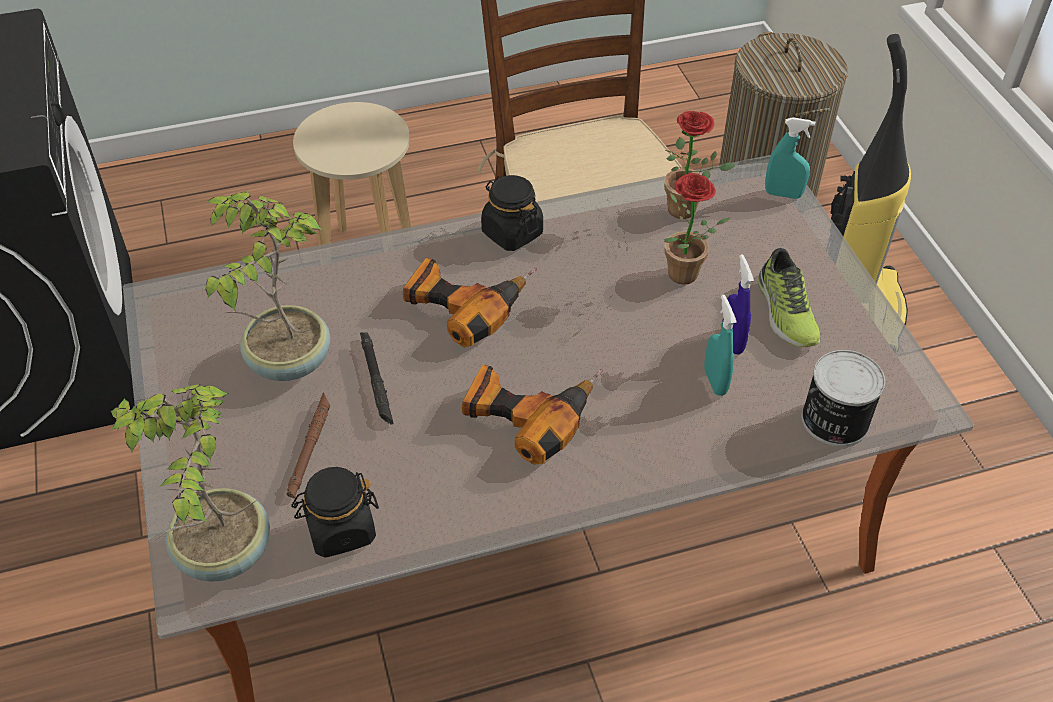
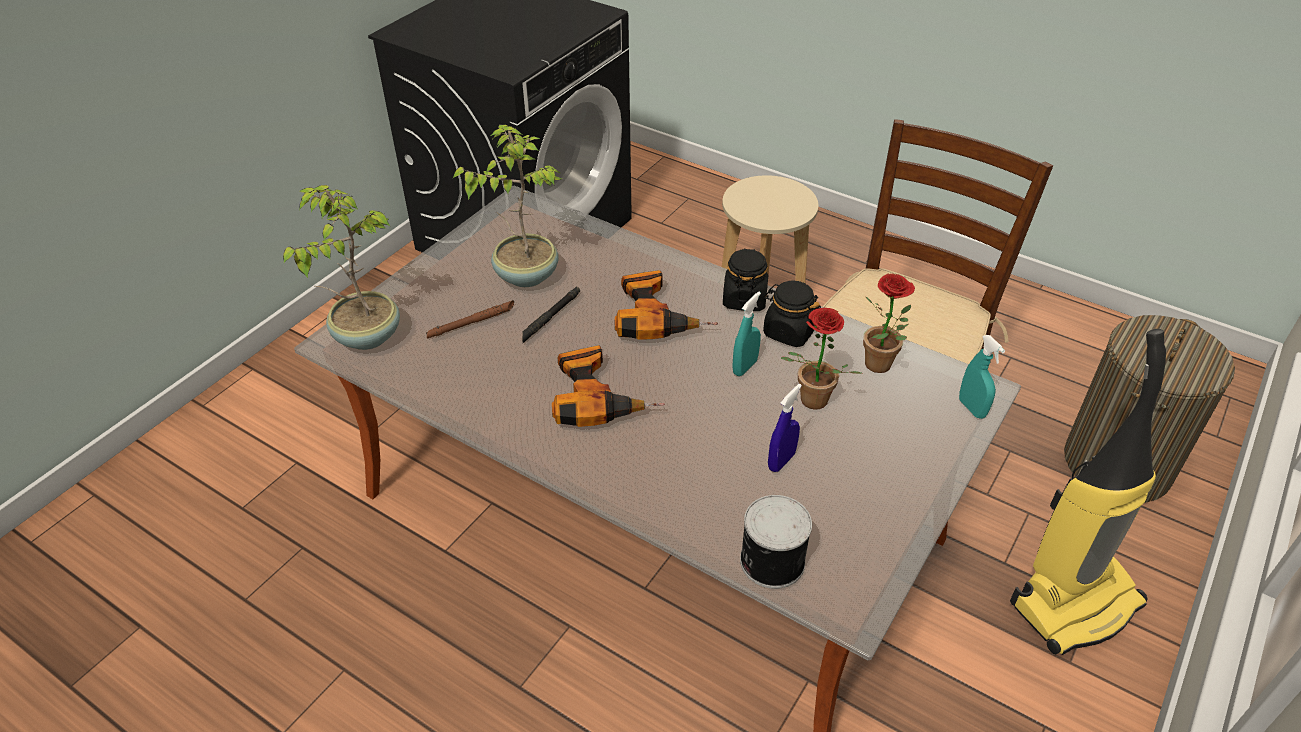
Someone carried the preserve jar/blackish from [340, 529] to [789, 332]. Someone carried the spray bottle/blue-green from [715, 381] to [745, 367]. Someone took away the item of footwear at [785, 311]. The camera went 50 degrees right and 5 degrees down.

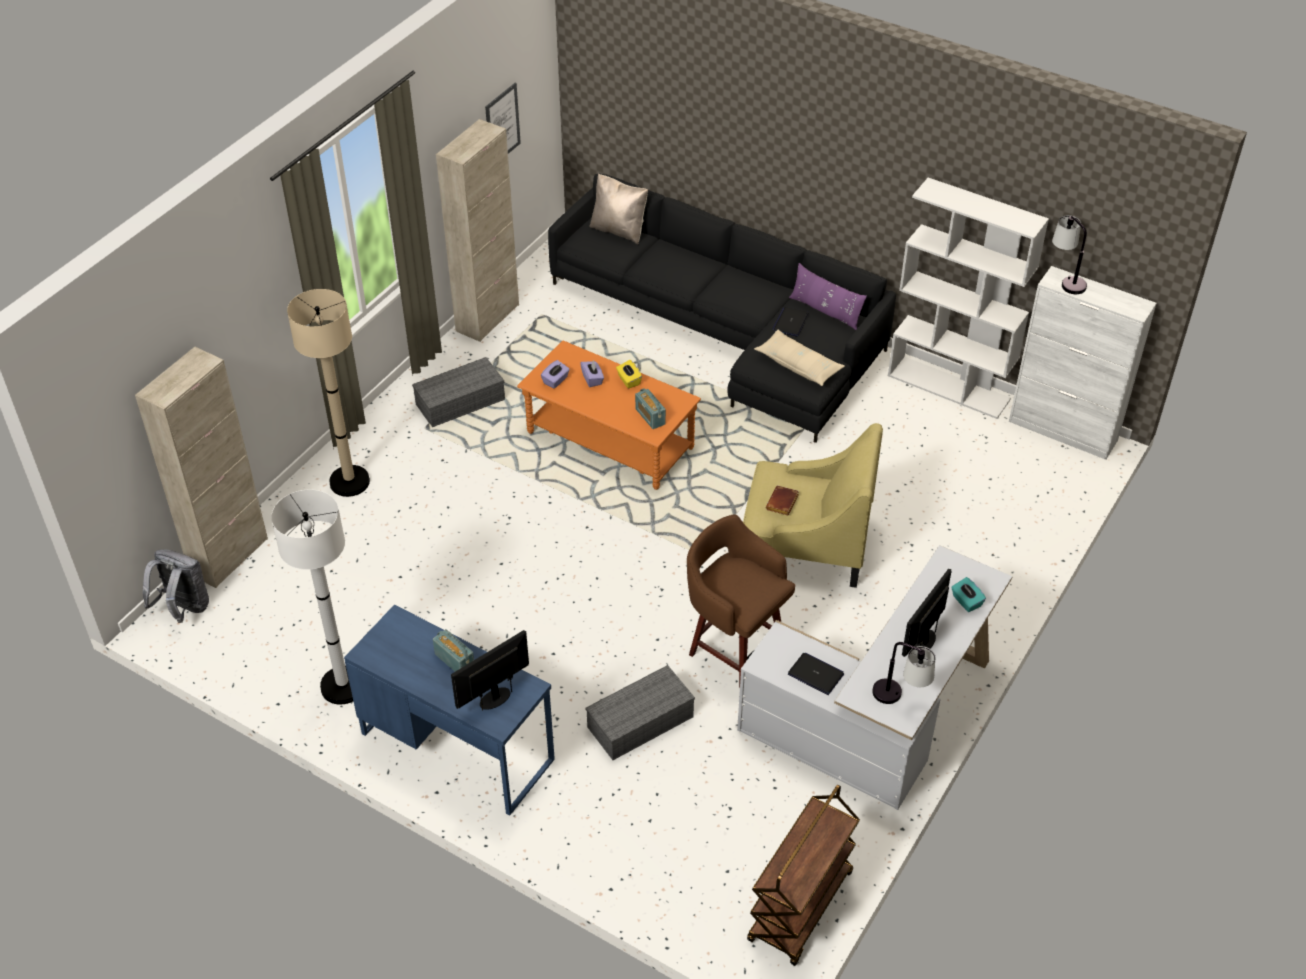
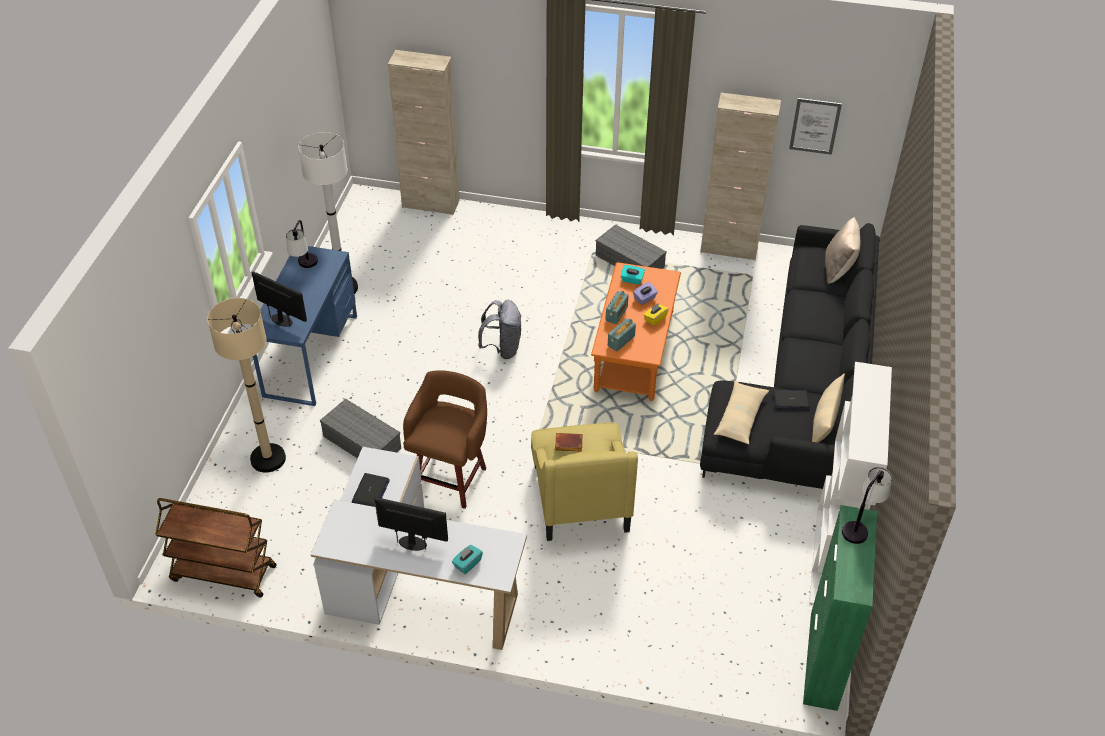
Someone carried the rucksack/gray from [184, 609] to [502, 348]. Someone carried the floor lamp/sand-coloured from [349, 482] to [268, 459]. Someone carried the radio receiver from [455, 661] to [616, 314]. Someone repainted the tissue box/purple at [555, 380], which became the tissue box/blue-green at [632, 280]. Someone repainted the cushion/purple at [825, 311], which became the cushion/sand-coloured at [824, 421]. Someone carried the lamp for a table from [900, 698] to [305, 268]. Someone repainted the cabinet/white at [1063, 431], which became the cabinet/green-coloured at [823, 661]. The camera went 70 degrees right and 0 degrees up.

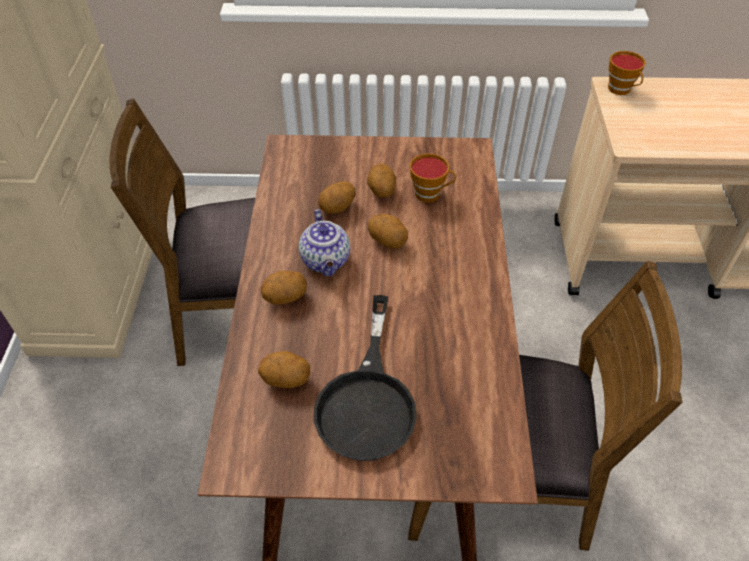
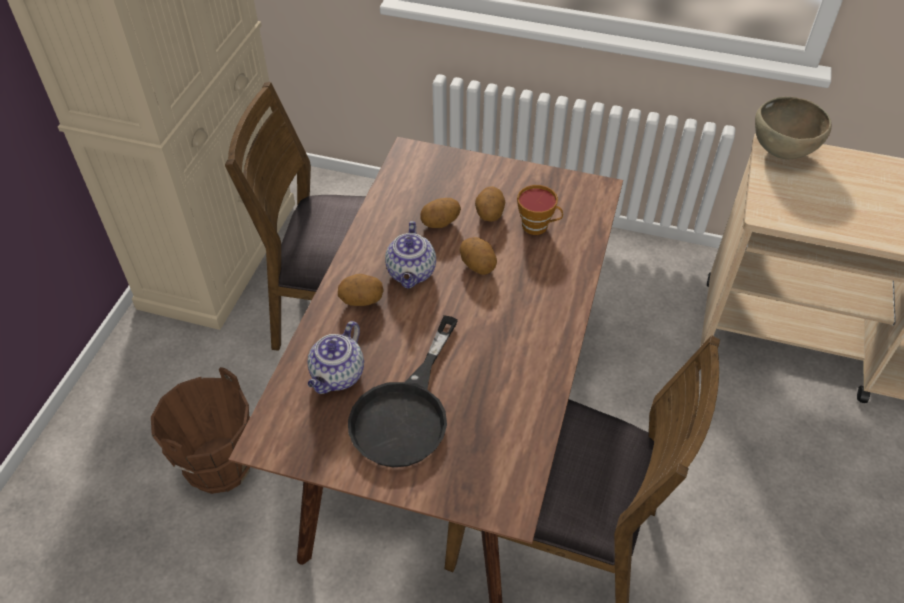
Someone swapped the spud at [286, 379] for the pot for tea at [338, 376]. Someone swapped the cup at [621, 90] for the deep dish/brownish at [782, 152]. Someone put down the water bucket/brownish at [219, 466]. The camera went 15 degrees right and 0 degrees up.

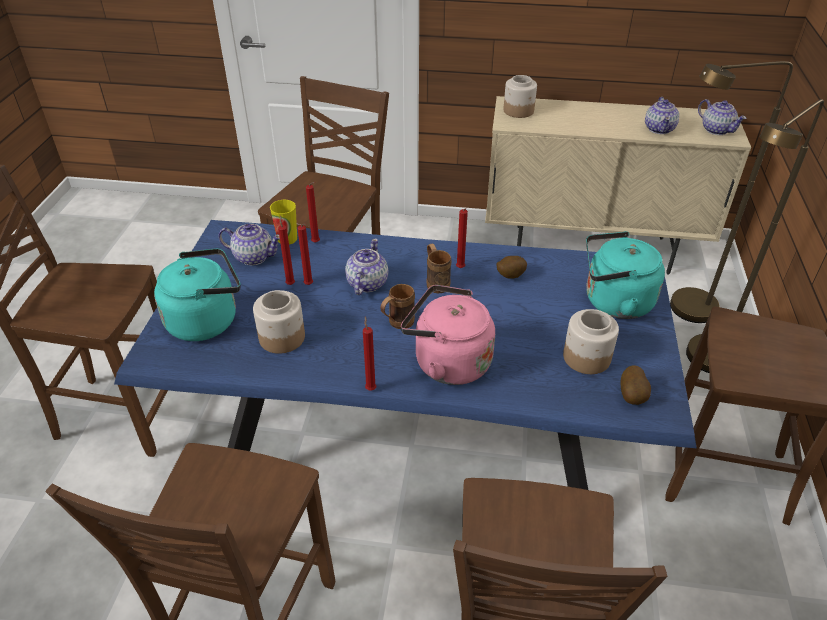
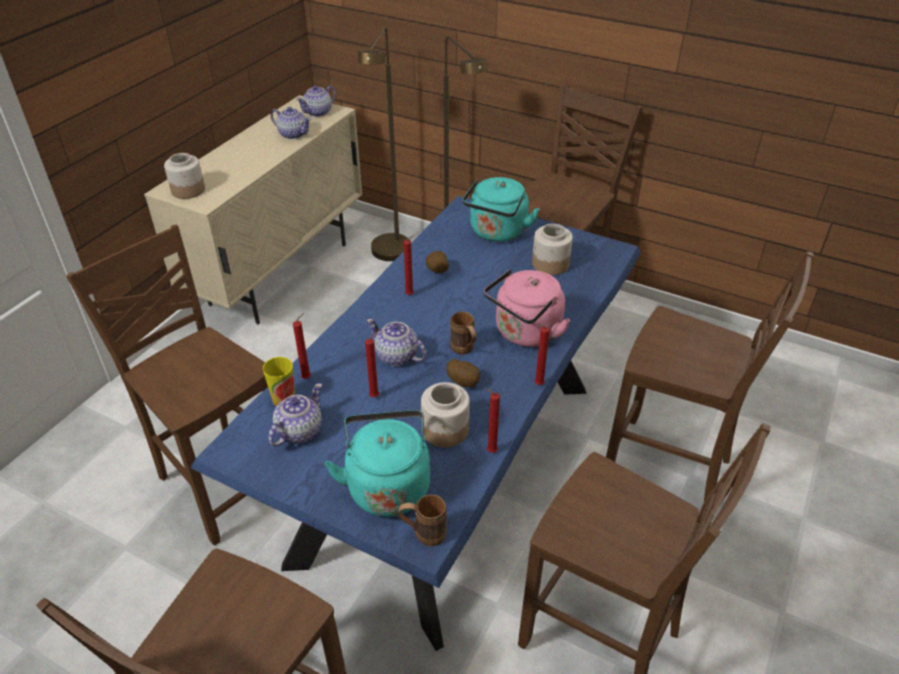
Someone carried the candle/red-coloured from [290, 283] to [490, 451]. Someone carried the mug/brownish from [436, 282] to [423, 534]. Someone carried the spud from [632, 396] to [464, 382]. Someone rotated the pot for tea at [716, 130] by 150 degrees clockwise. The camera went 70 degrees left and 0 degrees up.

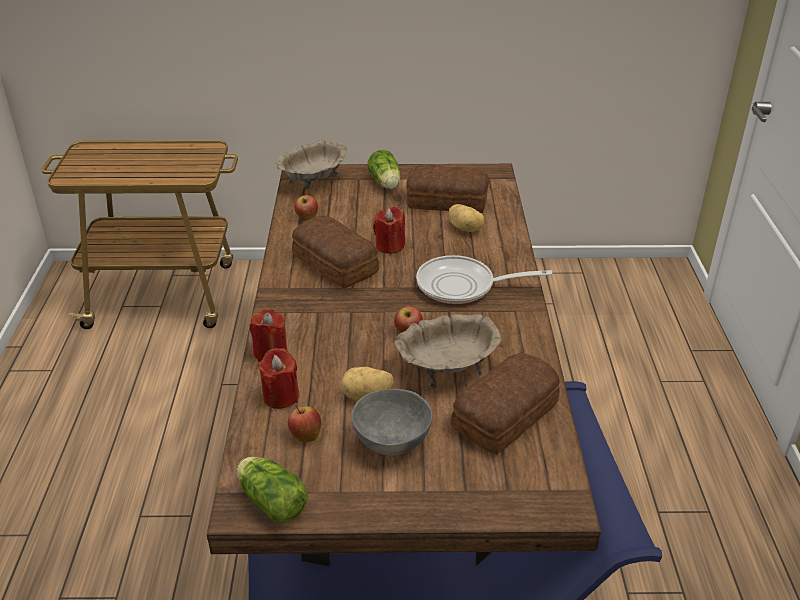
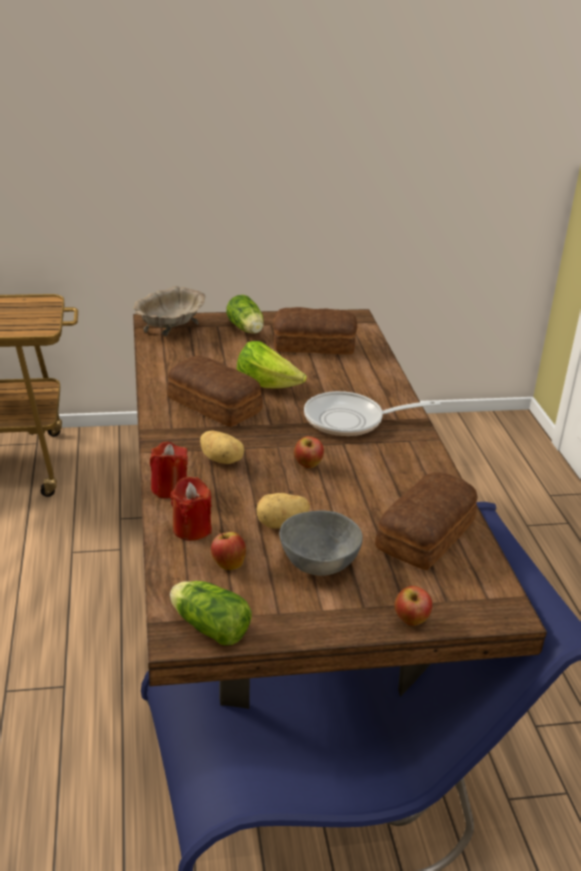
Someone carried the apple fruit from [307, 219] to [411, 621]. Someone swapped the candle/red-coloured at [390, 246] for the head of lettuce at [266, 386]. Someone took away the deep dish/sand-coloured at [447, 368]. Someone carried the spud from [466, 228] to [222, 460]. The camera went 10 degrees left and 5 degrees down.

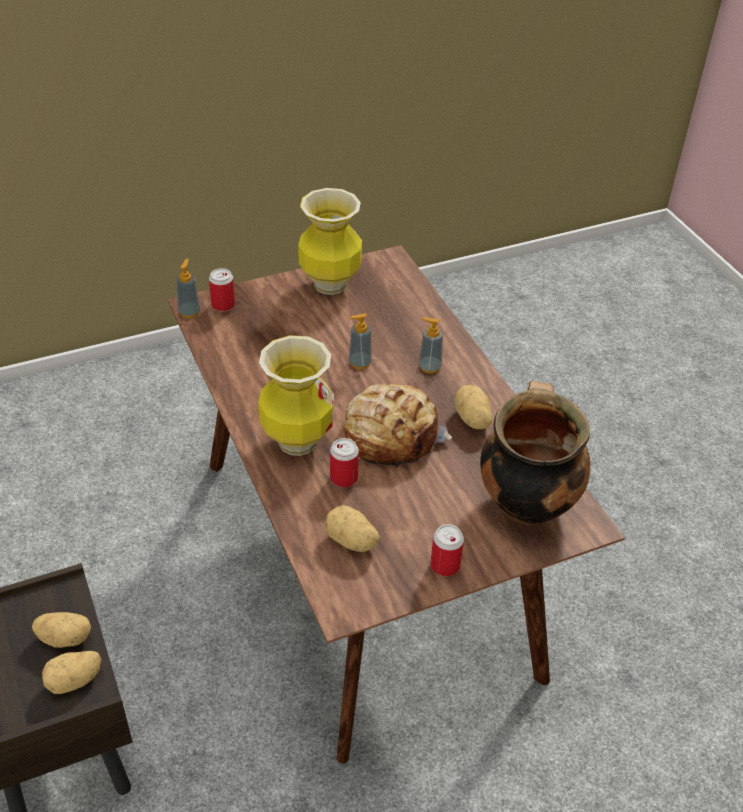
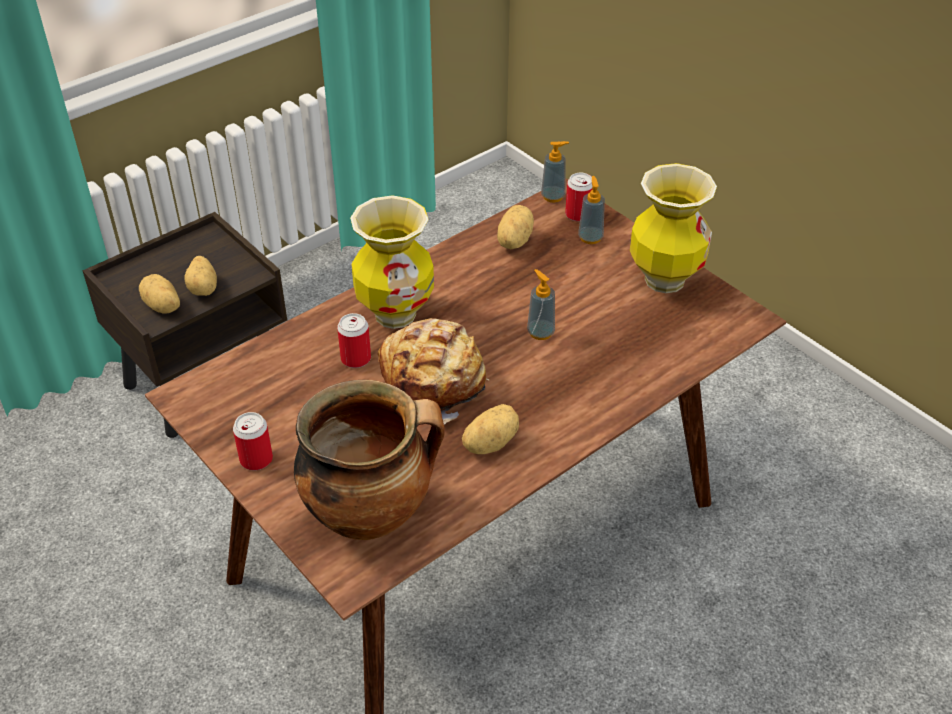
Someone carried the spud from [351, 542] to [513, 241]. Someone carried the soap dispenser from [429, 367] to [590, 237]. The camera went 75 degrees right and 0 degrees up.

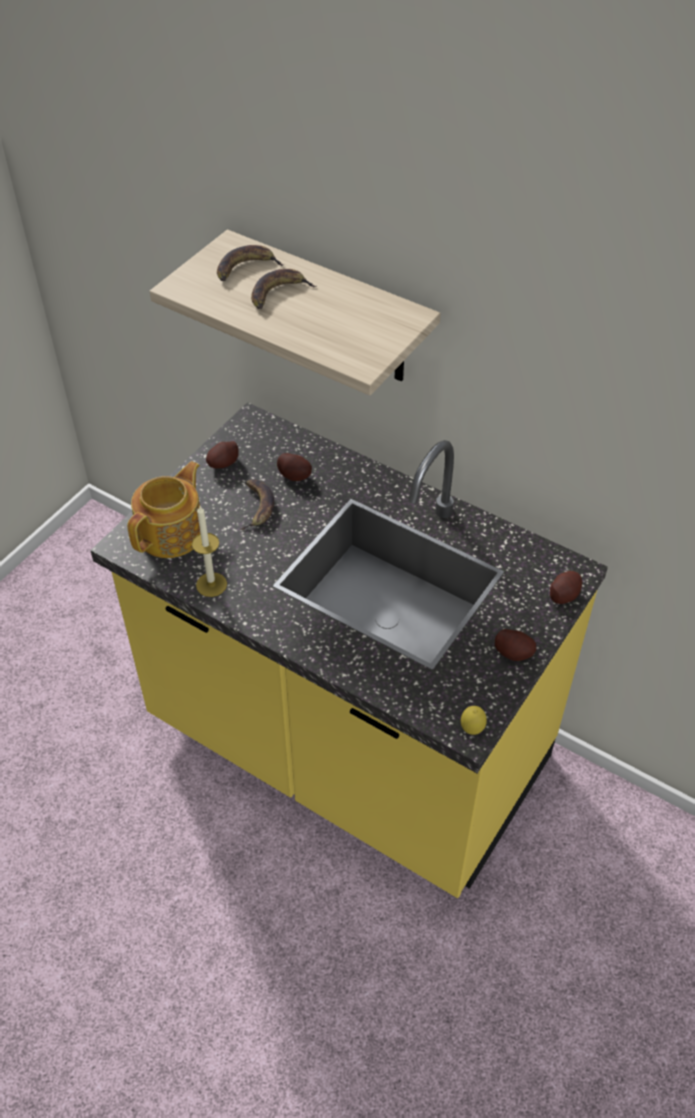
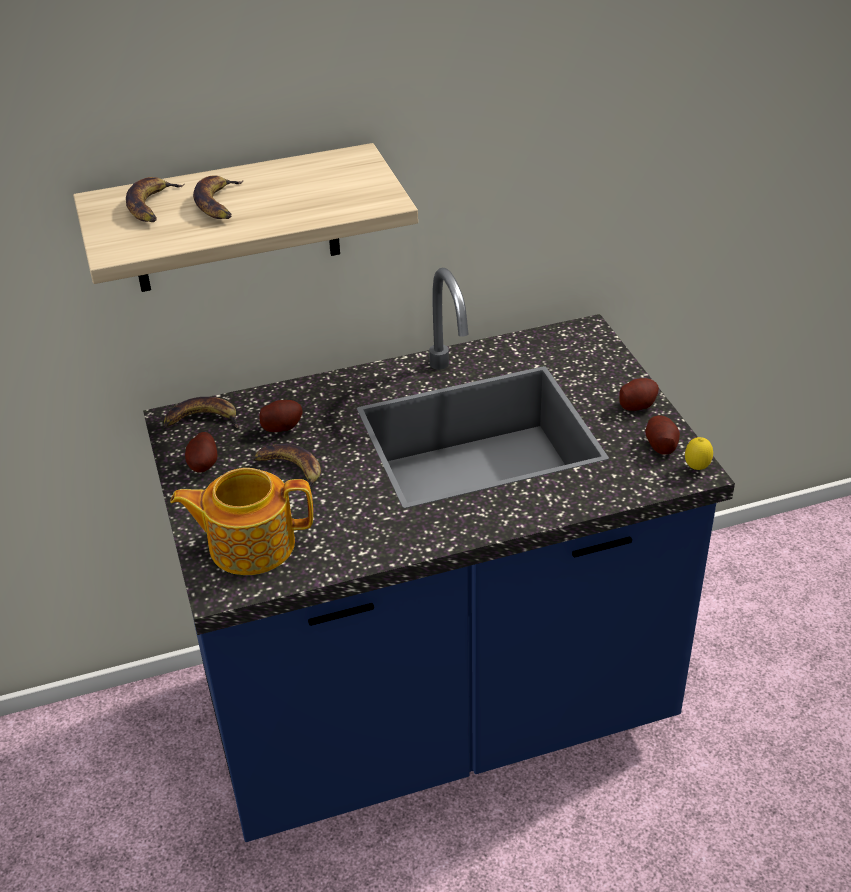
Someone repainted the counter/yellow-coloured at [347, 746], which became the counter/blue-coloured at [434, 712]. Someone rotated the pot for tea at [172, 533] by 75 degrees counterclockwise. Someone took away the candle at [211, 584]. Someone carried the spud from [564, 594] to [660, 445]. Someone put down the whole banana at [202, 420]. The camera went 50 degrees left and 10 degrees down.

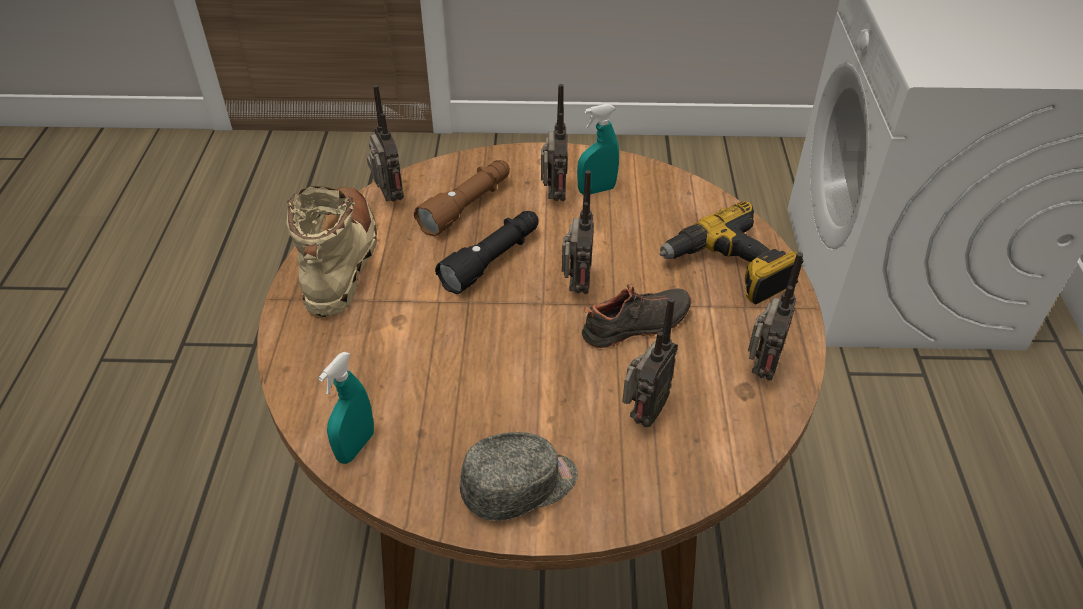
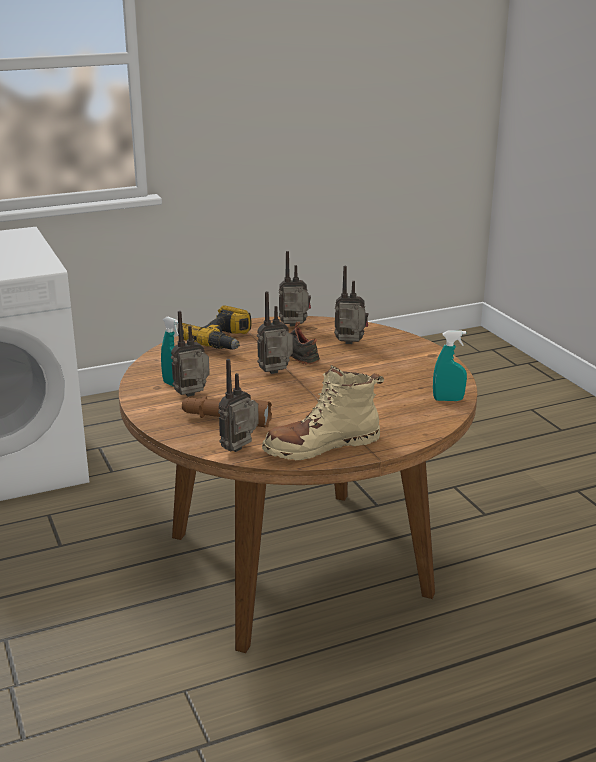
Someone took away the torch/blackish at [492, 260]. Someone took away the baseball cap/gray at [520, 486]. The camera went 115 degrees left and 20 degrees down.

